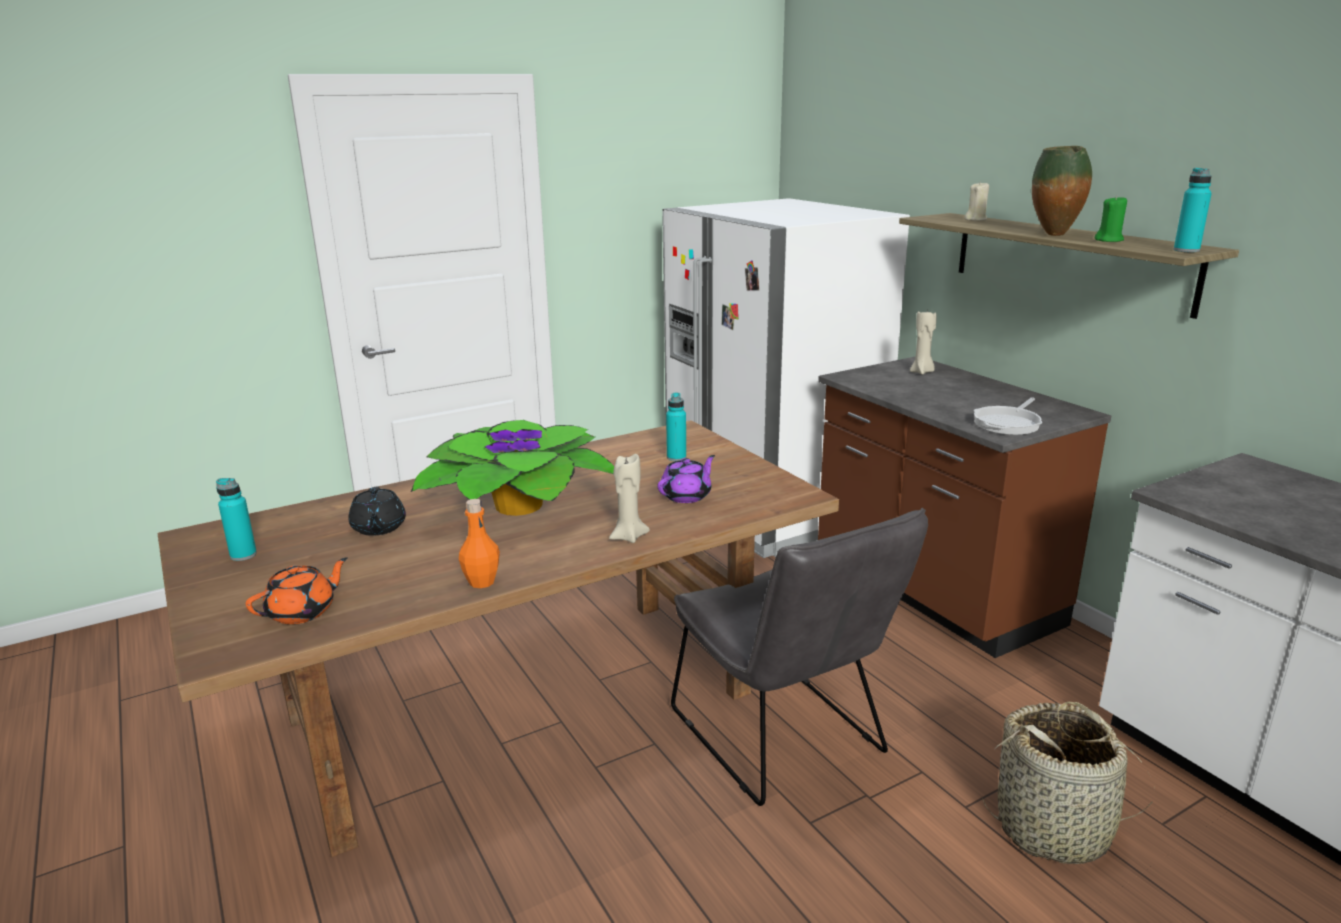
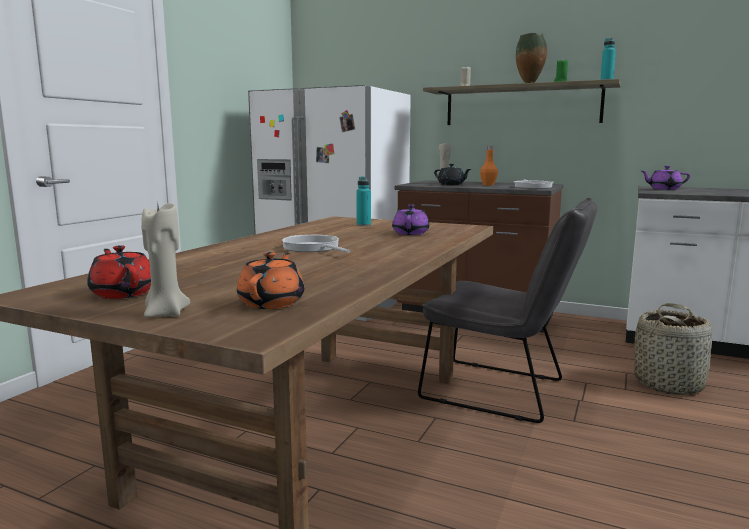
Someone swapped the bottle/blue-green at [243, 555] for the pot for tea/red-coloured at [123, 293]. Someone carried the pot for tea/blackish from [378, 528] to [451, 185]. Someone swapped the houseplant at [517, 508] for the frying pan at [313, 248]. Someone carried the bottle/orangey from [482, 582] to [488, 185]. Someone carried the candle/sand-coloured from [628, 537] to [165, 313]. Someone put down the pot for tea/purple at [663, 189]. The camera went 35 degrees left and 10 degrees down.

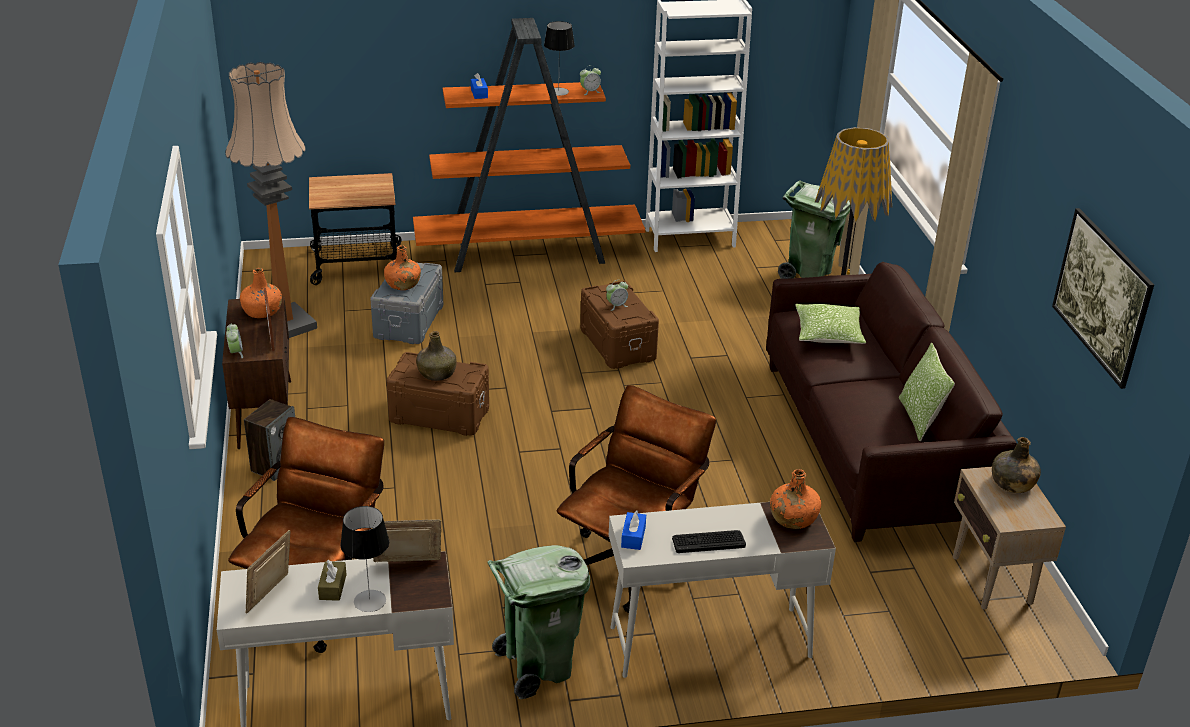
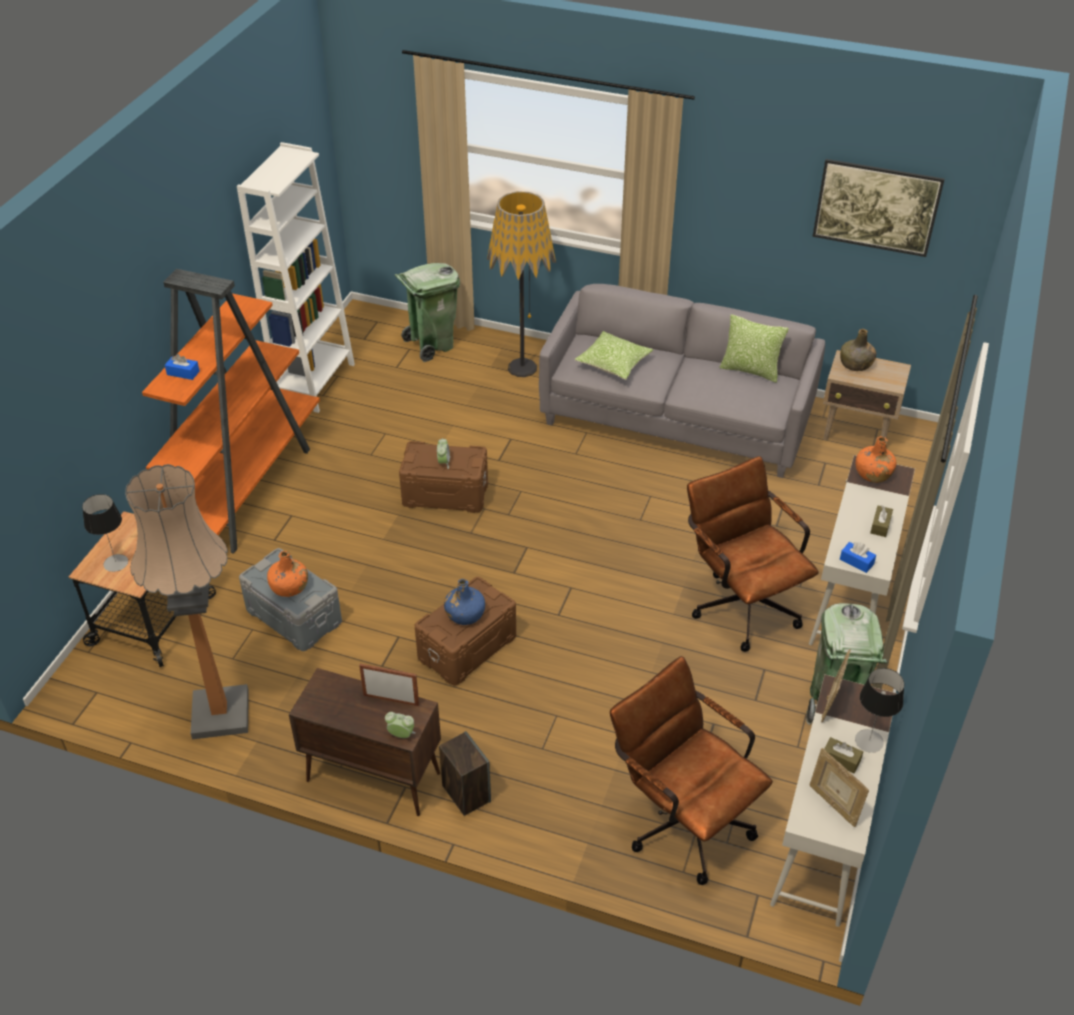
Someone took away the bottle/orangey at [262, 311]. Someone repainted the bottle/green-coloured at [437, 373], which became the bottle/blue-coloured at [465, 614]. Someone carried the lamp for a table from [558, 91] to [116, 563]. Someone took away the alarm clock at [590, 92]. Someone swapped the PC keyboard at [708, 542] for the tissue box/brownish at [880, 525]. Someone repainted the settee/brownish at [869, 443], which became the settee/gray at [677, 418]. The camera went 60 degrees left and 10 degrees up.

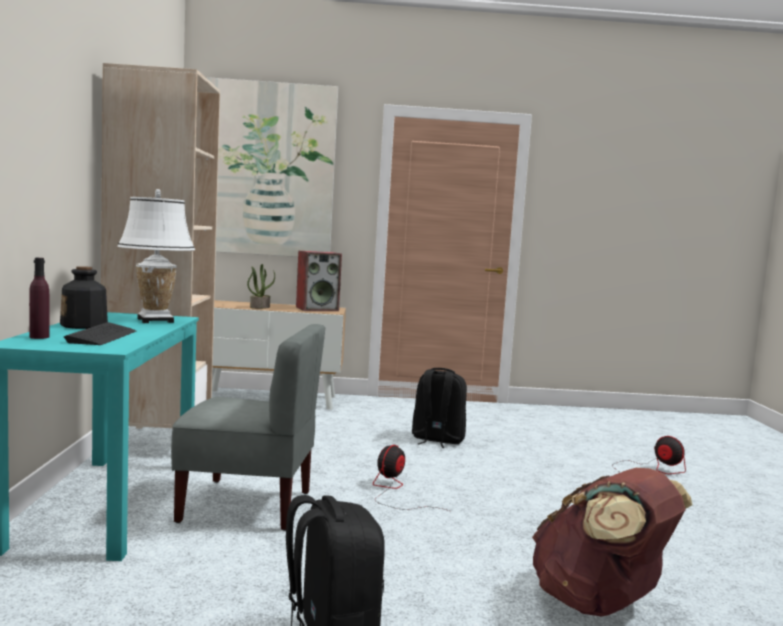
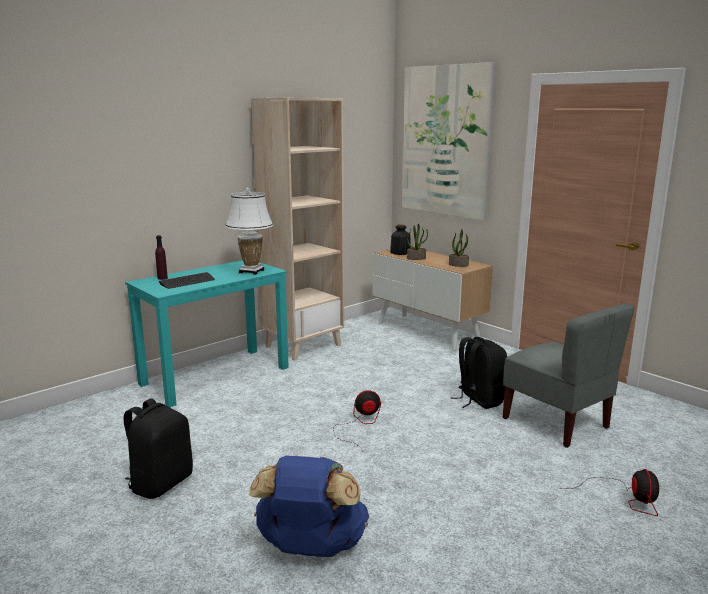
Someone carried the bottle from [84, 325] to [400, 252]. Someone carried the plain chair/gray from [247, 505] to [557, 422]. Someone swapped the audio speaker at [317, 309] for the houseplant at [458, 265]. Someone repainted the rucksack/brownish at [599, 604], which became the rucksack/blue-coloured at [311, 548]. The camera went 50 degrees right and 10 degrees up.

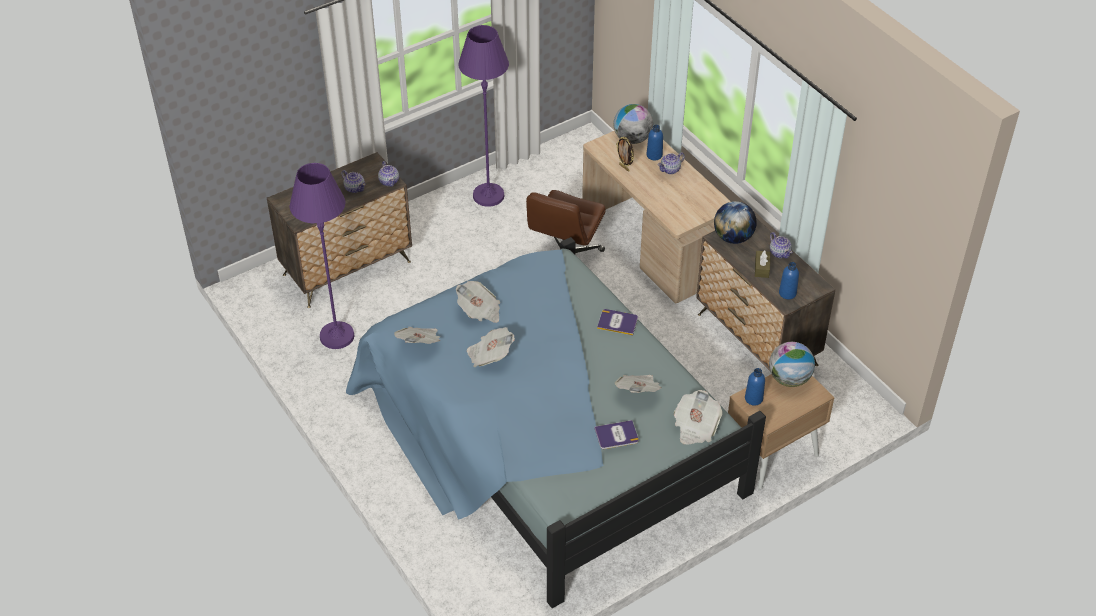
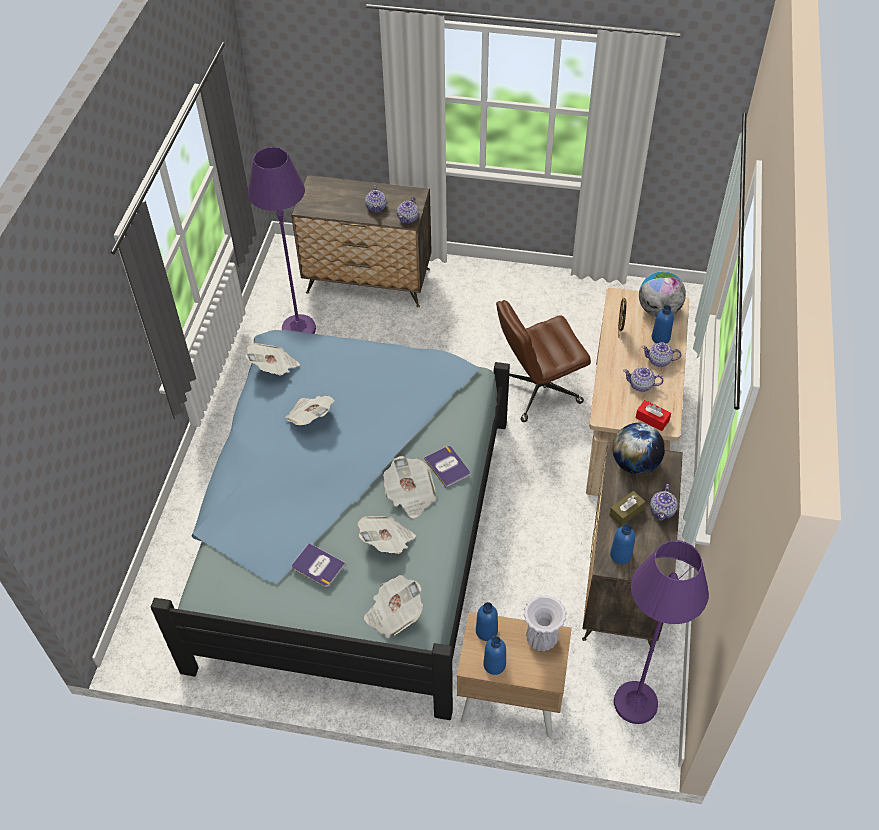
Someone carried the newspaper from [479, 311] to [410, 495]. Someone carried the floor lamp/purple from [488, 195] to [635, 703]. Someone swapped the world globe at [789, 379] for the vase/white at [542, 640]. Someone put down the bottle/blue-coloured at [494, 664]. Someone put down the pot for tea at [641, 385]. Someone put down the tissue box/red-coloured at [652, 419]. The camera went 45 degrees right and 5 degrees up.

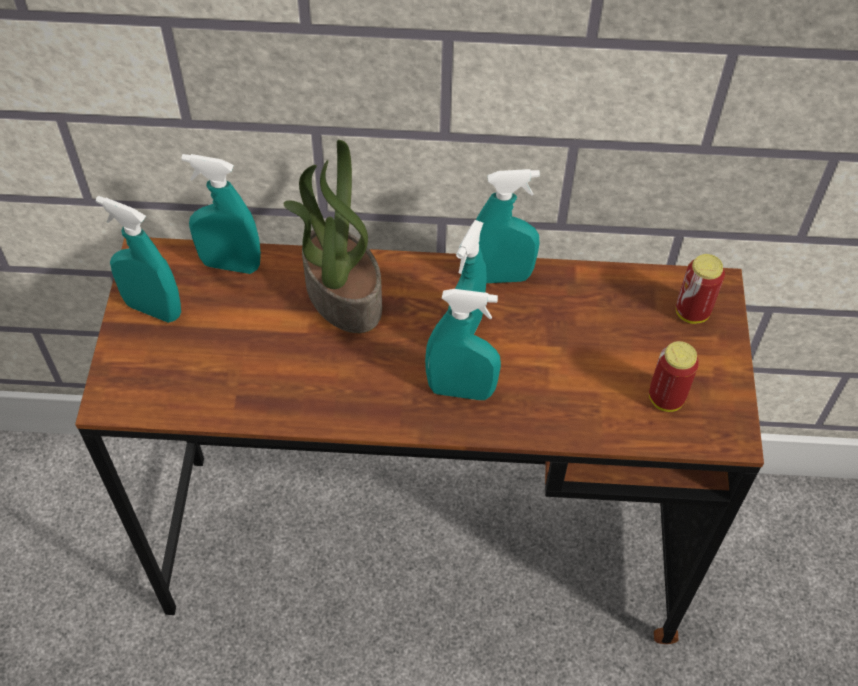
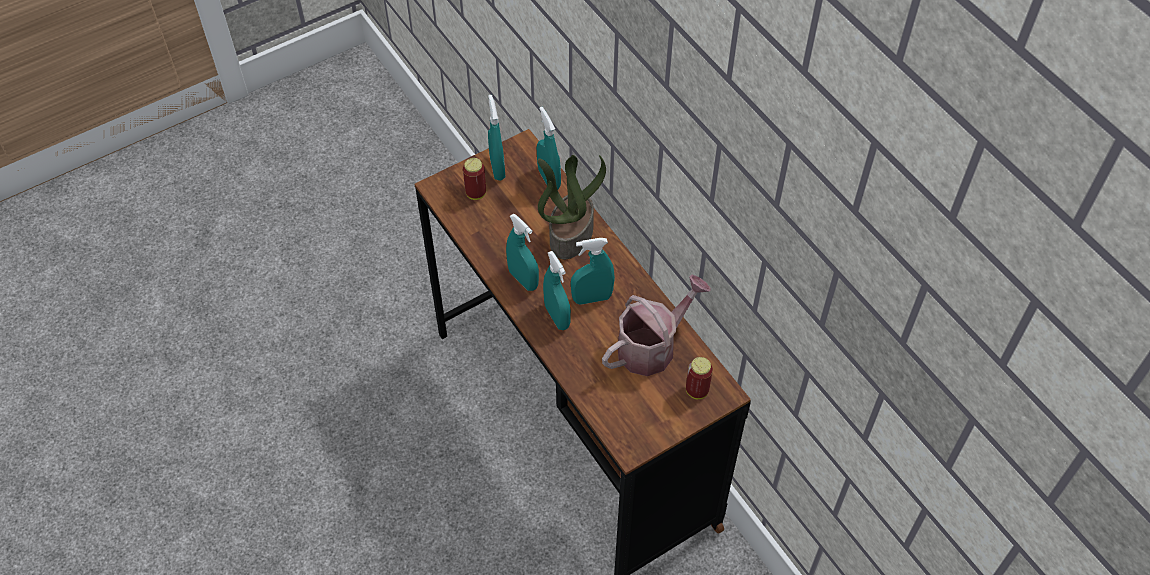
Someone carried the spray bottle/blue-green from [500, 276] to [523, 279]. Someone carried the sealed can from [665, 398] to [476, 193]. Someone put down the watering can at [652, 346]. The camera went 55 degrees right and 0 degrees up.

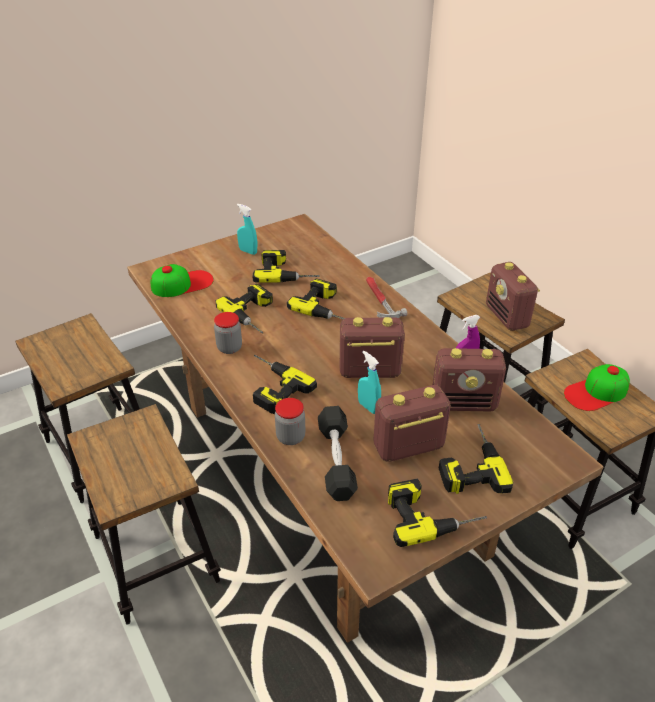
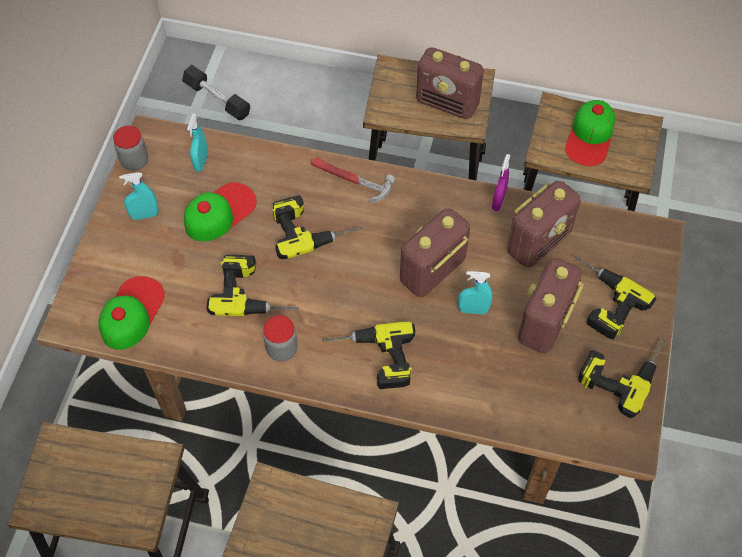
Someone swapped the electric drill at [287, 272] for the baseball cap at [220, 212]. Someone carried the preserve jar from [290, 437] to [135, 161]. Someone carried the free weight/blackish from [336, 460] to [217, 99]. Someone put down the spray bottle/blue-green at [201, 162]. The camera went 45 degrees left and 20 degrees up.

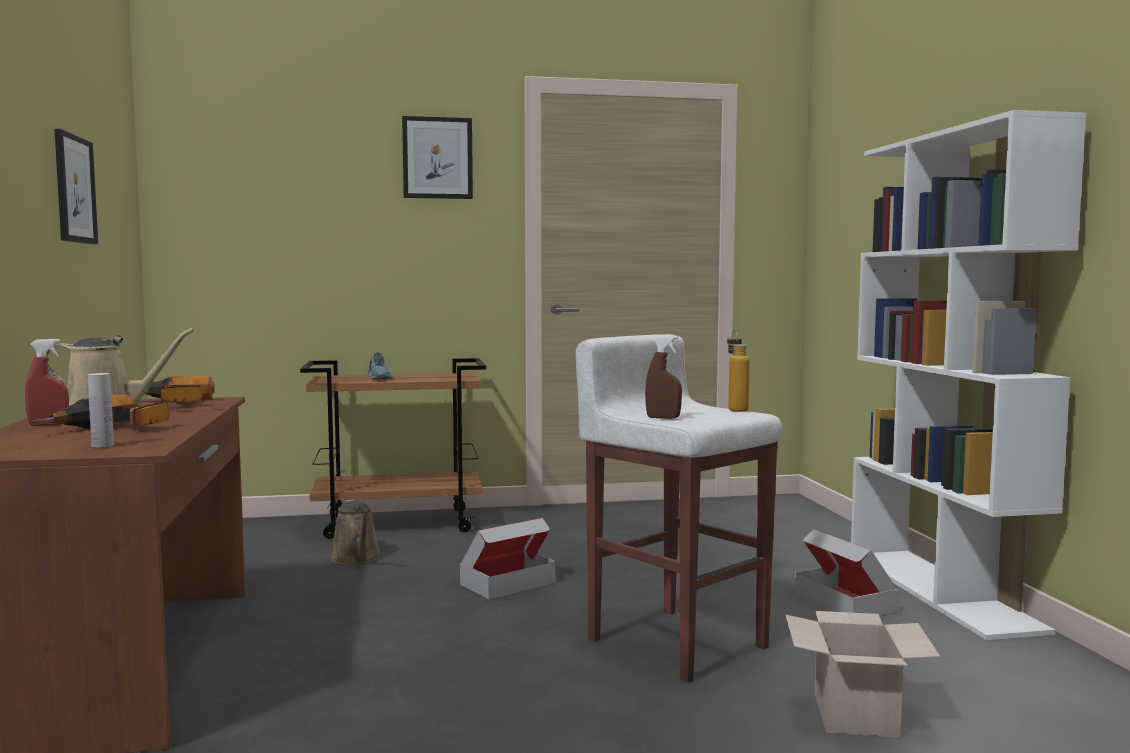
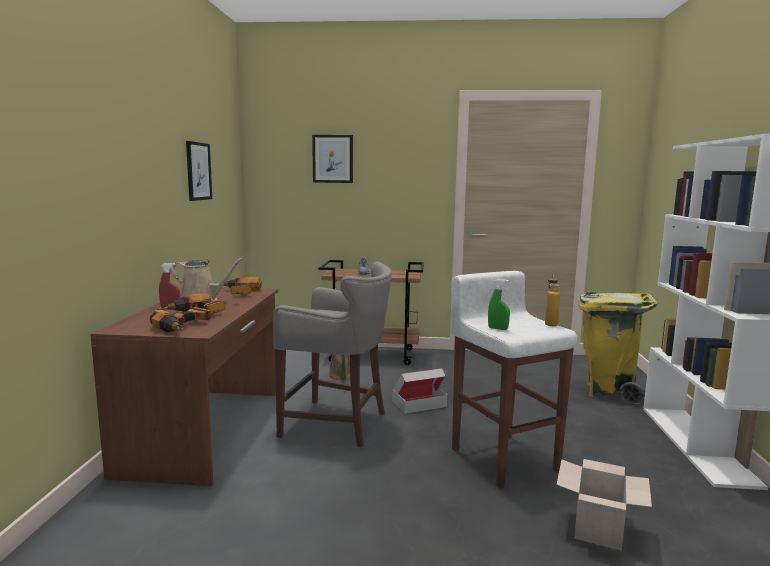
Someone swapped the bottle/white at [102, 445] for the electric drill at [184, 327]. Someone carried the wall picture from [437, 158] to [333, 159]. Someone repainted the spray bottle/brownish at [663, 418], which became the spray bottle/green-coloured at [498, 328]. Someone took away the packing box at [844, 603]. Someone put down the stool/gray at [337, 423]. Someone put down the waste bin/yellow-coloured at [608, 391]. The camera went 15 degrees right and 5 degrees up.

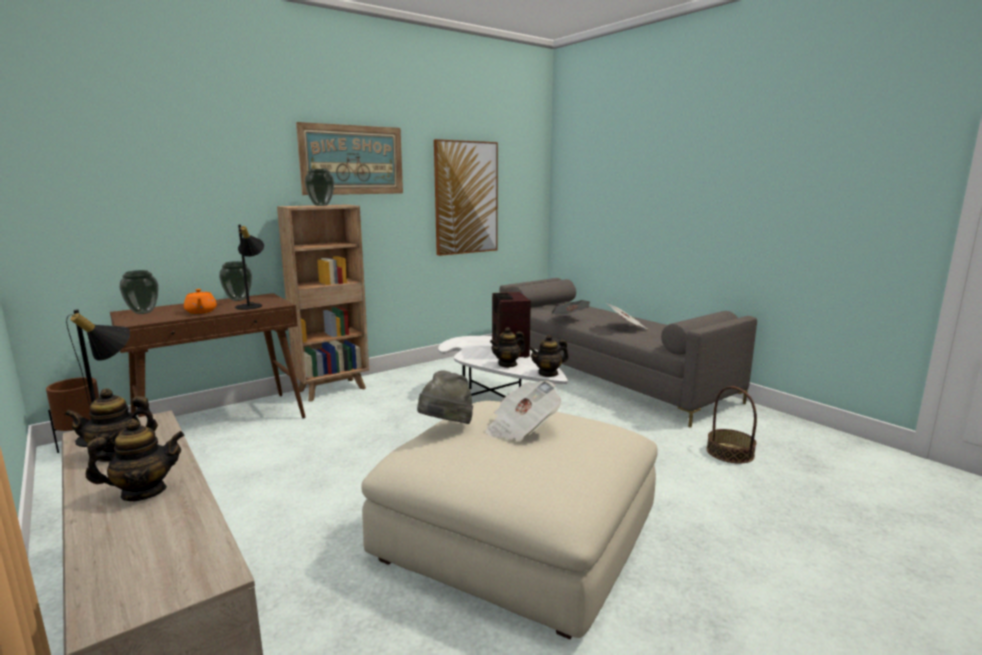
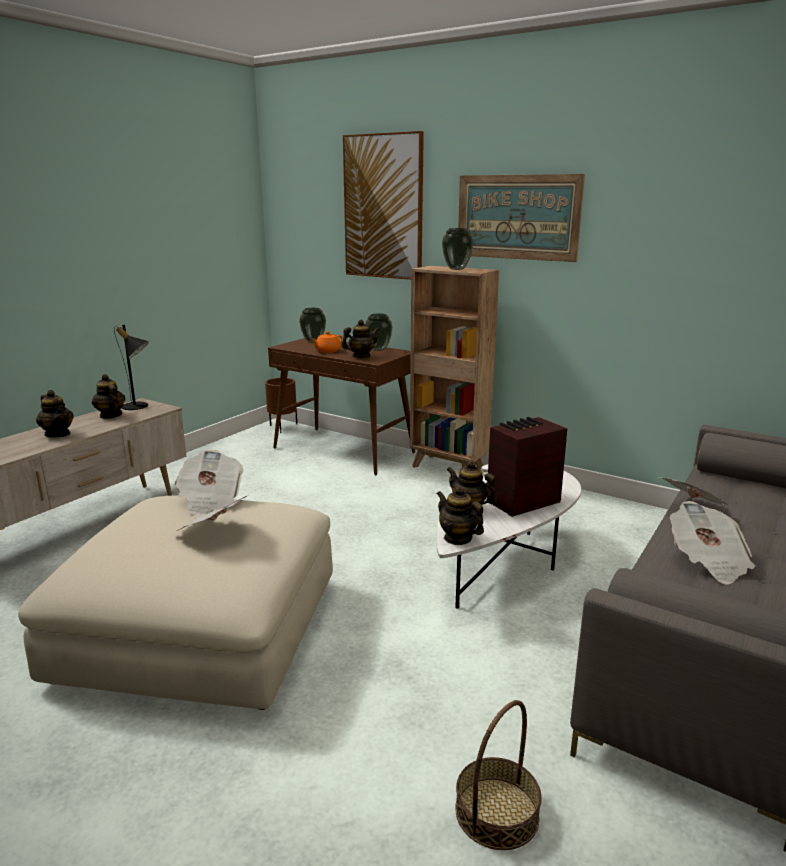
Someone swapped the lamp for a table/blackish at [252, 305] for the pot for tea at [361, 356]. Someone swapped the clothing hat/gray at [445, 427] for the newspaper at [210, 499]. Someone carried the wall picture from [466, 198] to [383, 207]. The camera went 70 degrees right and 5 degrees up.

